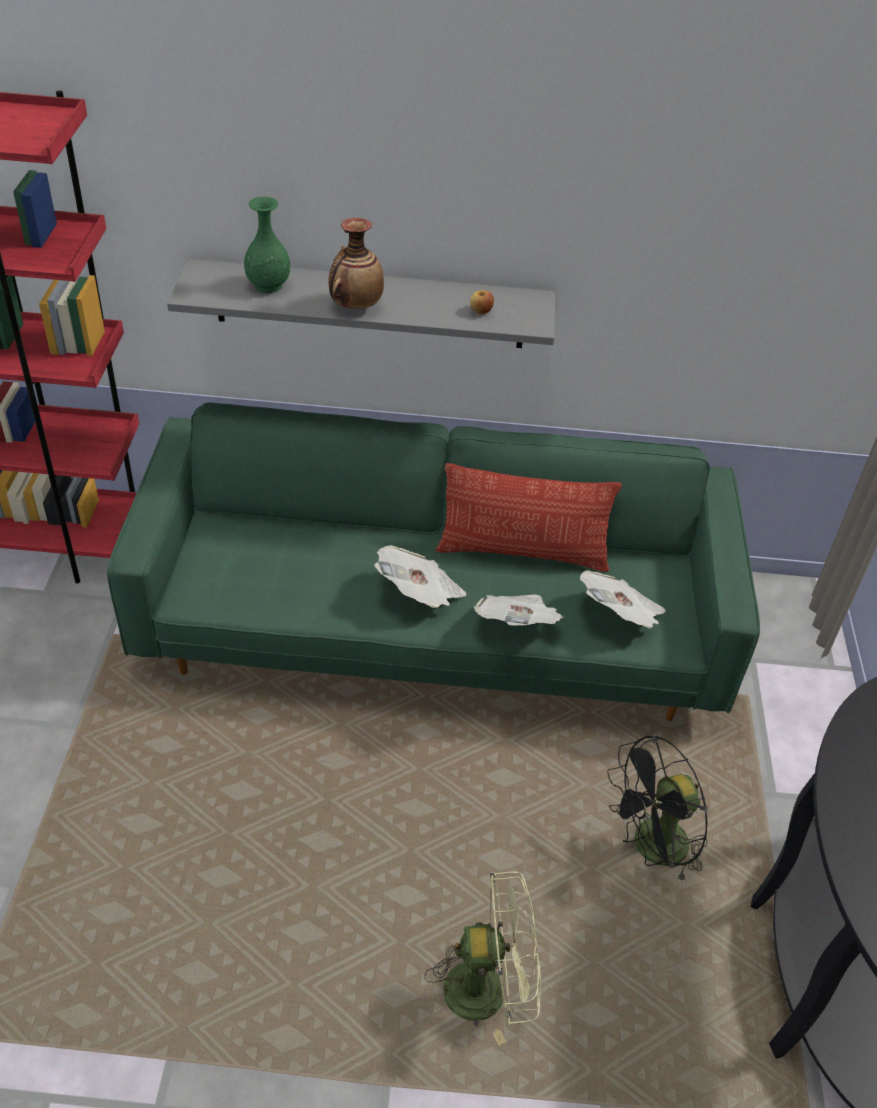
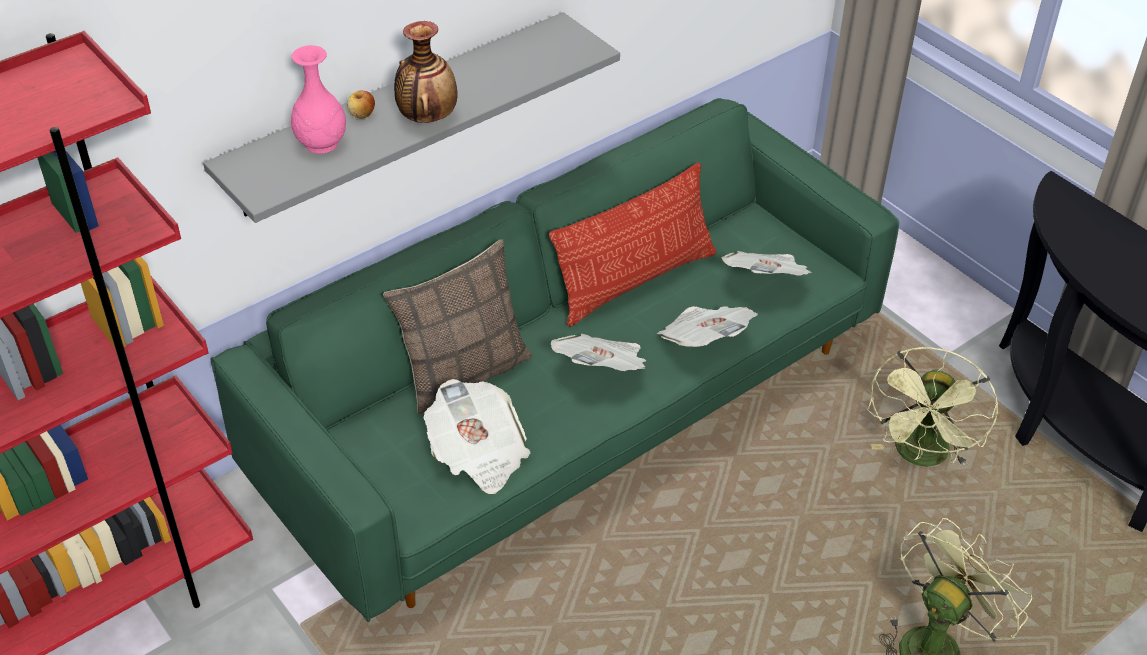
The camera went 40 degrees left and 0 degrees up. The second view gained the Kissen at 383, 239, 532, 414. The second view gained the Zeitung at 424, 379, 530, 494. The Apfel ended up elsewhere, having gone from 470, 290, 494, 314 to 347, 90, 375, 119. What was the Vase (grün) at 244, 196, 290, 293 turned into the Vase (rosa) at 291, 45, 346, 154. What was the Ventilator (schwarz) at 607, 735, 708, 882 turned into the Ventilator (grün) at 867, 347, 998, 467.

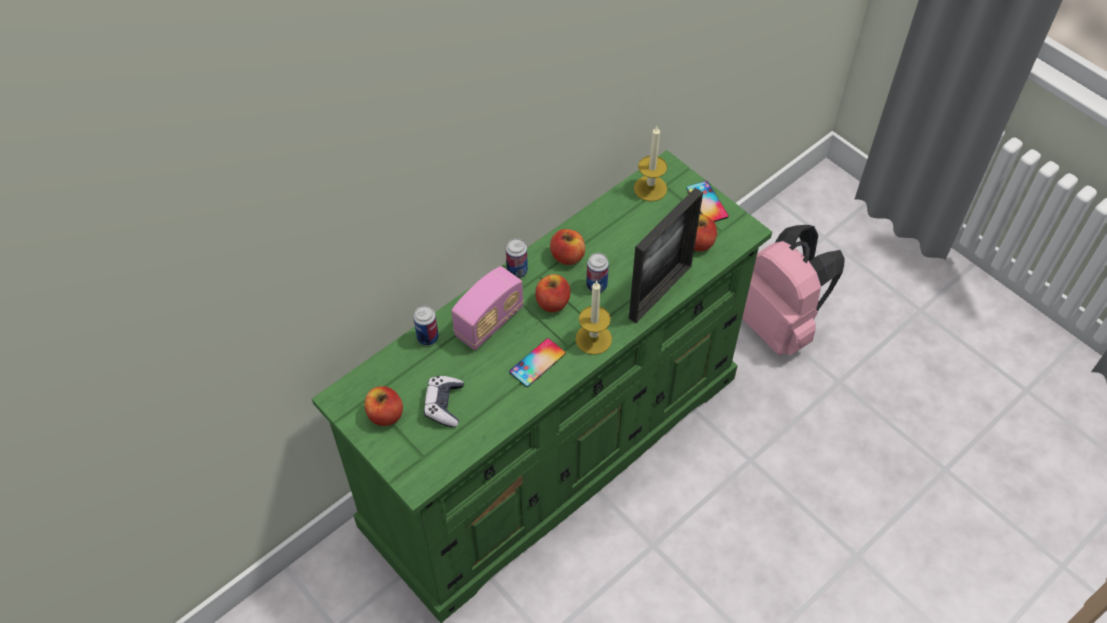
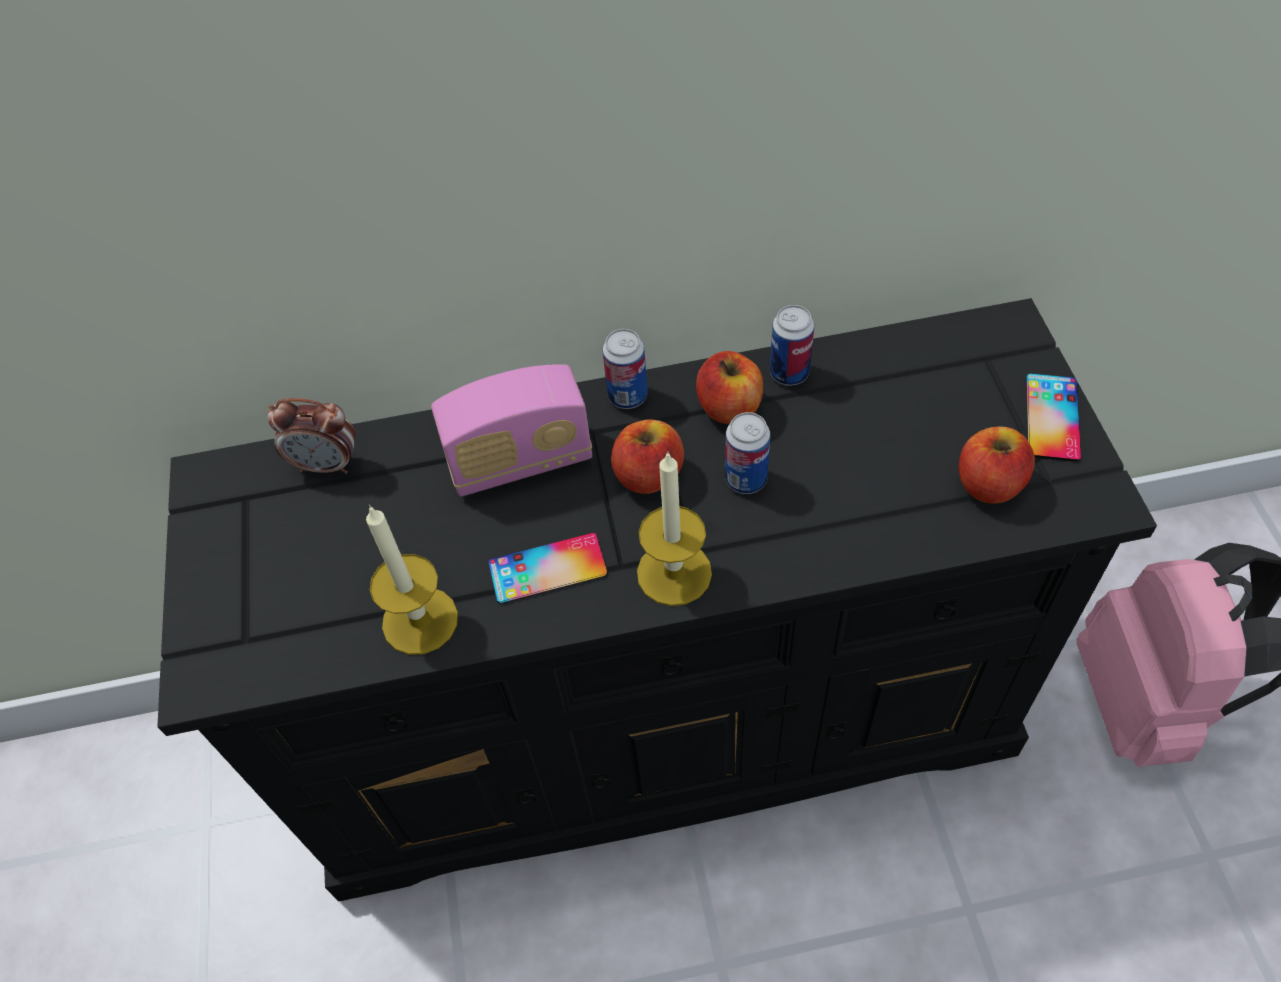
The camera went 35 degrees right and 0 degrees up. The second view lost the Apfel at 364, 386, 403, 426. The second view lost the Gamepad at 424, 376, 464, 427. The second view lost the Bilderrahmen at 629, 188, 703, 323. The second view gained the Wecker at 268, 398, 355, 474. The Dose ended up elsewhere, having gone from 413, 305, 439, 346 to 770, 305, 814, 386. The Kerze ended up elsewhere, having gone from 634, 126, 667, 202 to 366, 505, 458, 655. What was the Kommode (grün) at 312, 150, 772, 623 turned into the Kommode (schwarz) at 157, 298, 1157, 901.

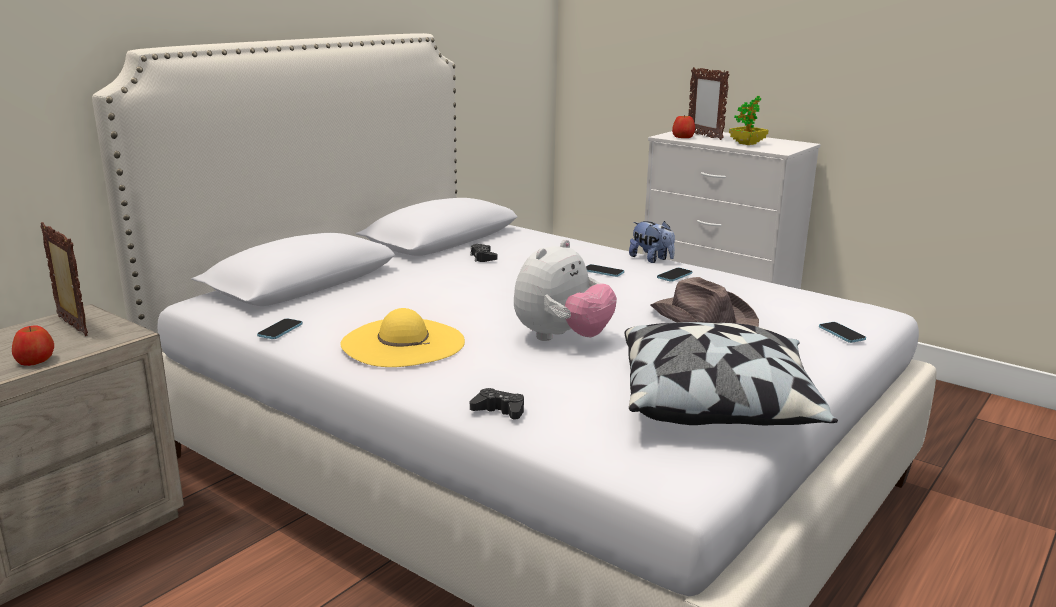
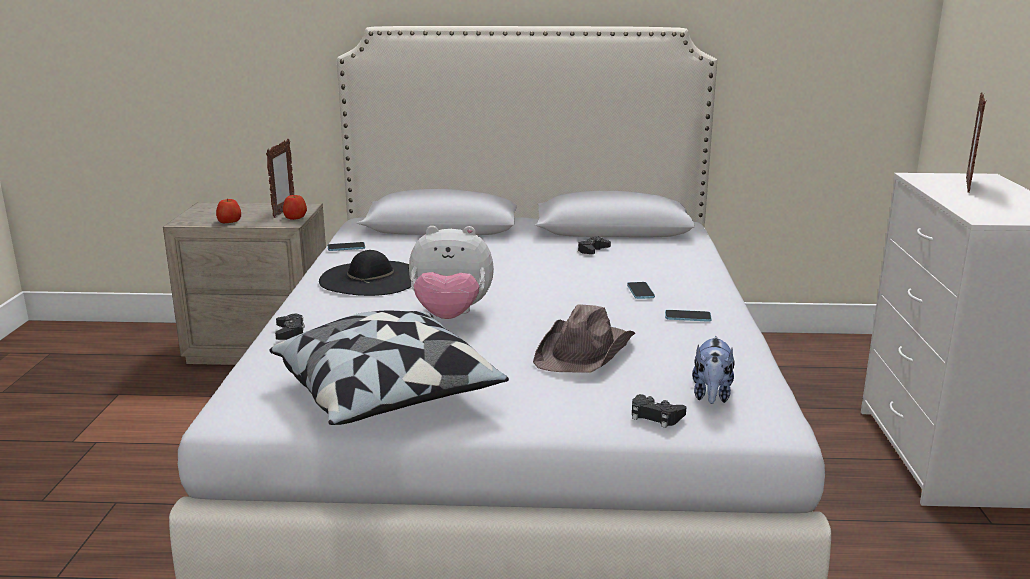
The camera went 55 degrees right and 0 degrees up. The second view lost the Topfpflanze at 729, 96, 768, 145. The Plüschtier ended up elsewhere, having gone from 629, 221, 675, 263 to 692, 336, 734, 404. The Apfel ended up elsewhere, having gone from 672, 115, 695, 138 to 283, 195, 307, 220. Where the Handy stood at 819, 322, 866, 343, the Gamepad (schwarz) came to stand at 632, 394, 686, 428. What was the Hut (gelb) at 340, 308, 465, 367 turned into the Hut (schwarz) at 319, 250, 411, 296.

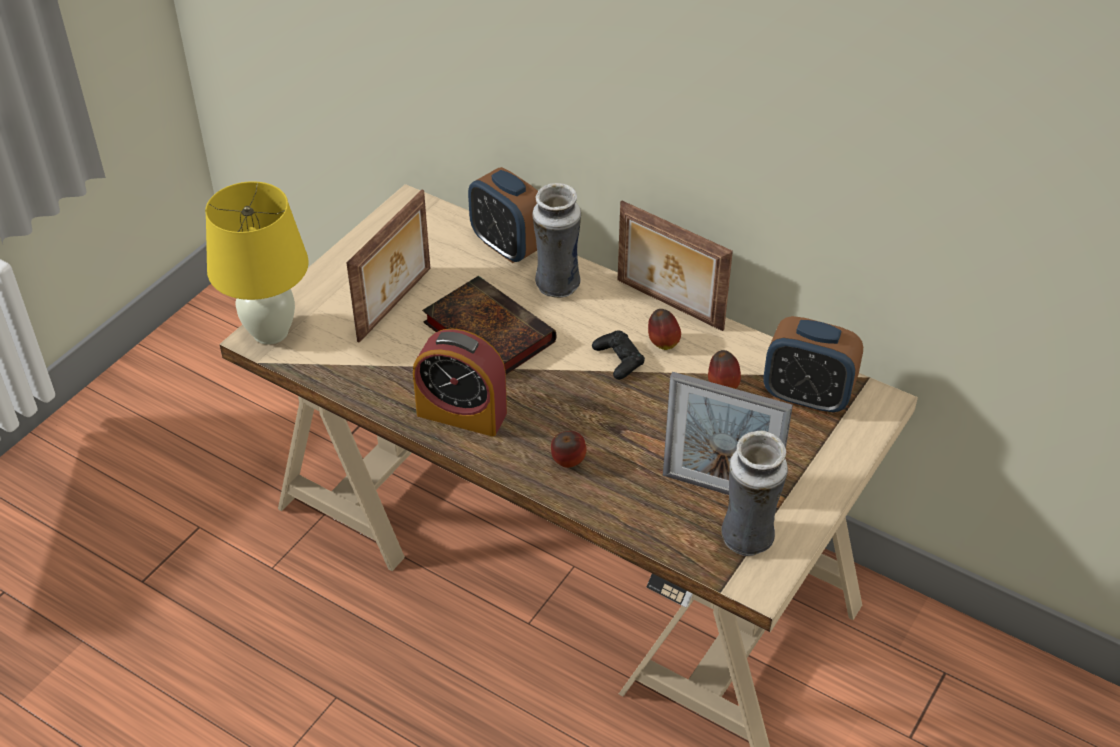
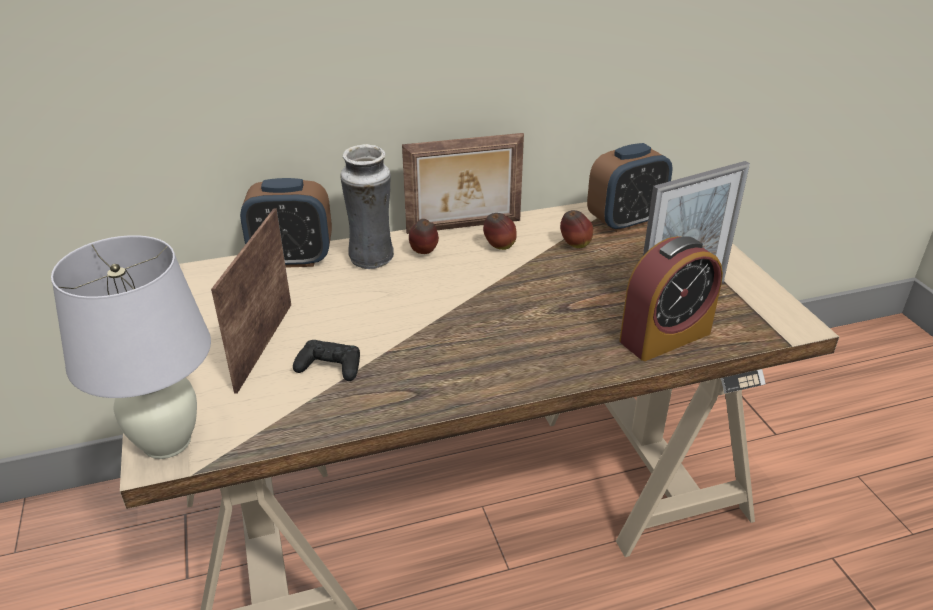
The camera went 50 degrees left and 10 degrees down. The second view lost the Buch at 422, 276, 556, 374. The second view lost the Vase at 721, 431, 788, 556. The Wecker ended up elsewhere, having gone from 413, 328, 507, 436 to 620, 236, 723, 361. The Apfel ended up elsewhere, having gone from 551, 431, 587, 468 to 409, 219, 439, 254. The Gamepad (schwarz) ended up elsewhere, having gone from 592, 330, 645, 380 to 293, 340, 360, 381. What was the Tischlampe (gelb) at 205, 181, 309, 345 turned into the Tischlampe (weiß) at 51, 235, 211, 459. The Bilderrahmen at 346, 190, 430, 343 ended up facing another way, 150 degrees counterclockwise from before.

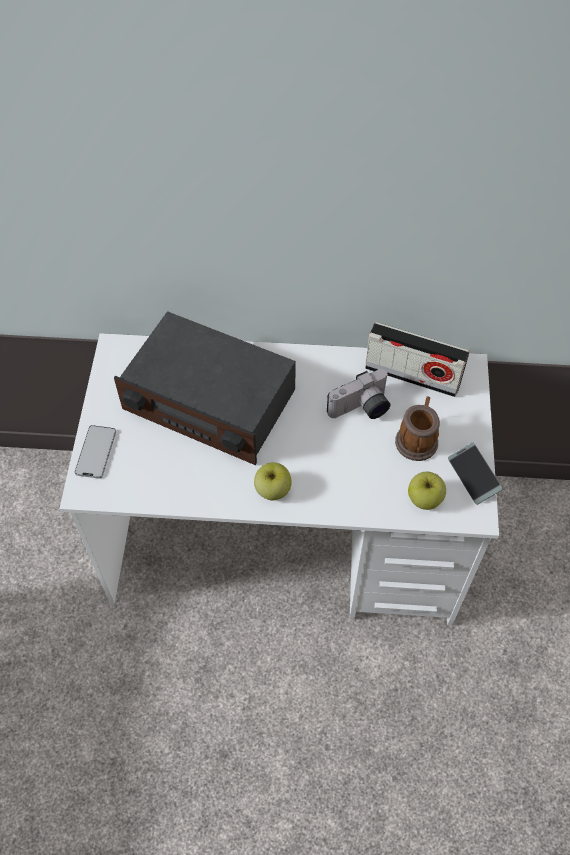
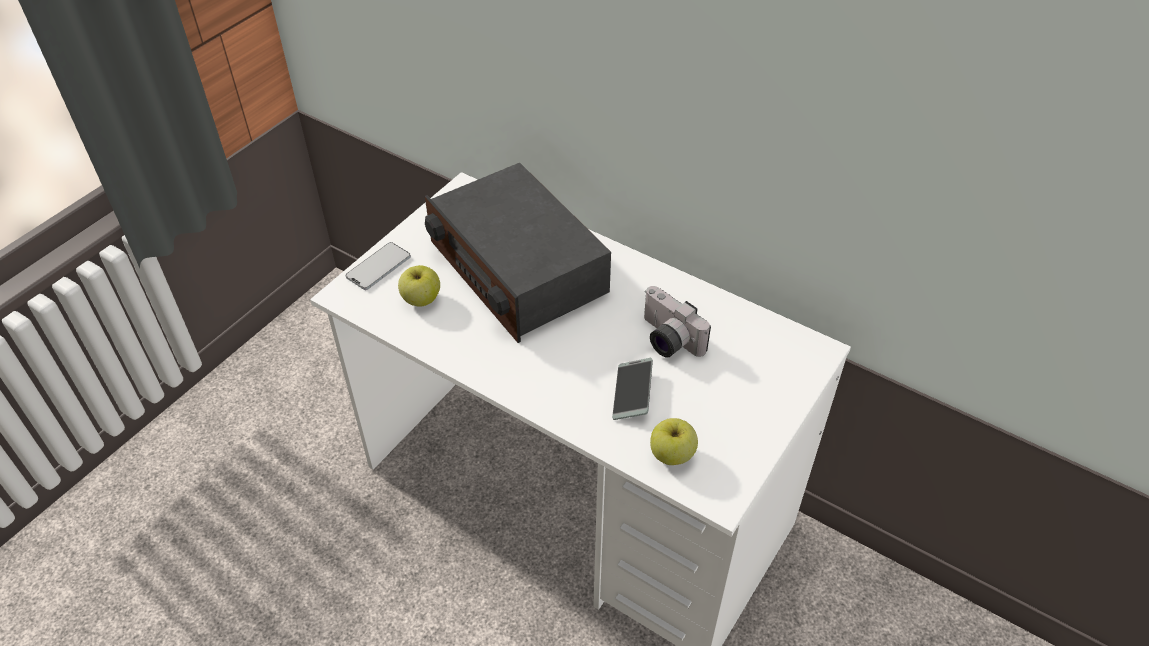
The camera went 30 degrees right and 10 degrees down. The second view lost the Radio at 365, 322, 470, 397. The second view lost the Henkelbecher at 395, 396, 440, 461. The Apfel ended up elsewhere, having gone from 254, 463, 292, 501 to 398, 265, 440, 307. The Handy ended up elsewhere, having gone from 448, 443, 503, 505 to 612, 358, 653, 420. The Kamera at 327, 369, 390, 419 ended up facing another way, 45 degrees clockwise from before.

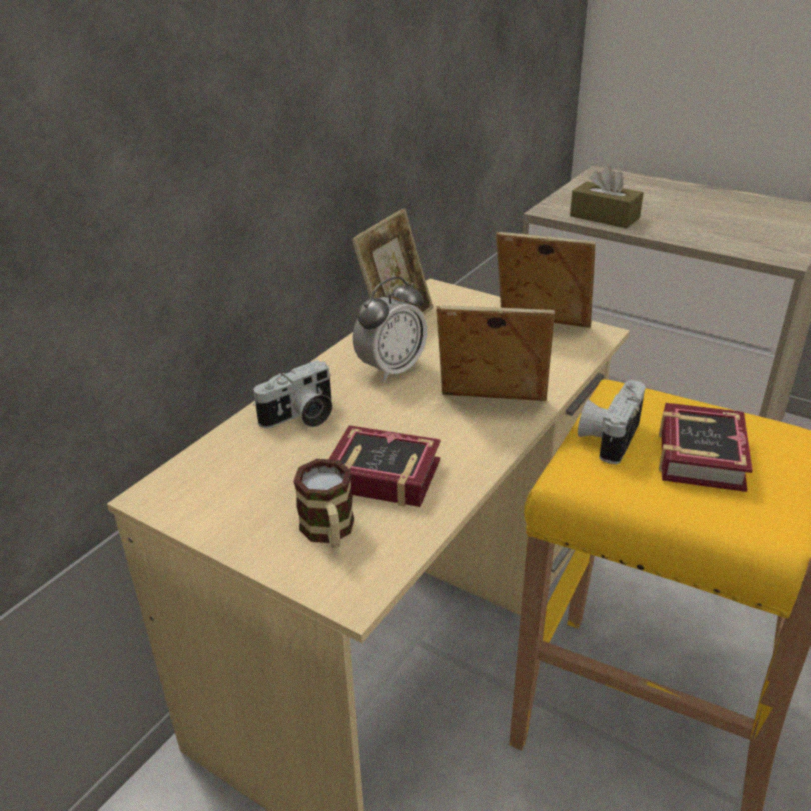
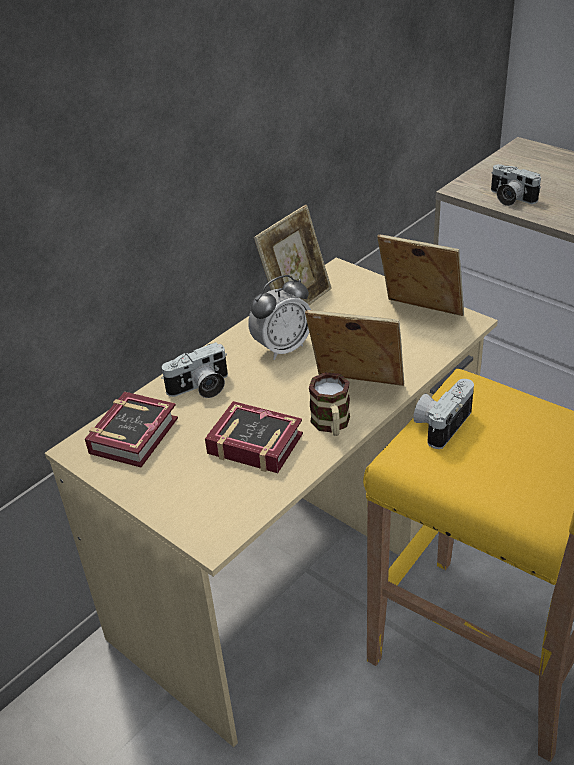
The camera went 10 degrees right and 5 degrees up. The Henkelbecher ended up elsewhere, having gone from 293, 459, 354, 548 to 309, 372, 350, 436. The Buch ended up elsewhere, having gone from 659, 403, 753, 492 to 85, 392, 178, 467. Where the Taschentuchbox (braun) stood at 570, 166, 644, 228, the Kamera came to stand at 491, 164, 541, 206.

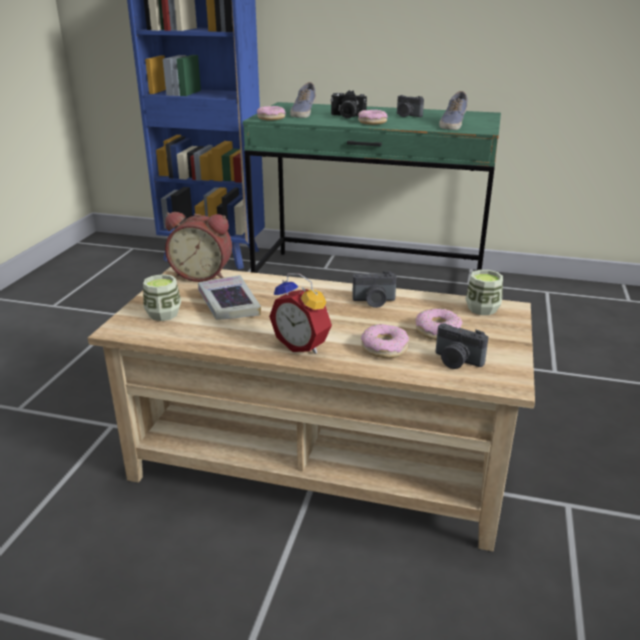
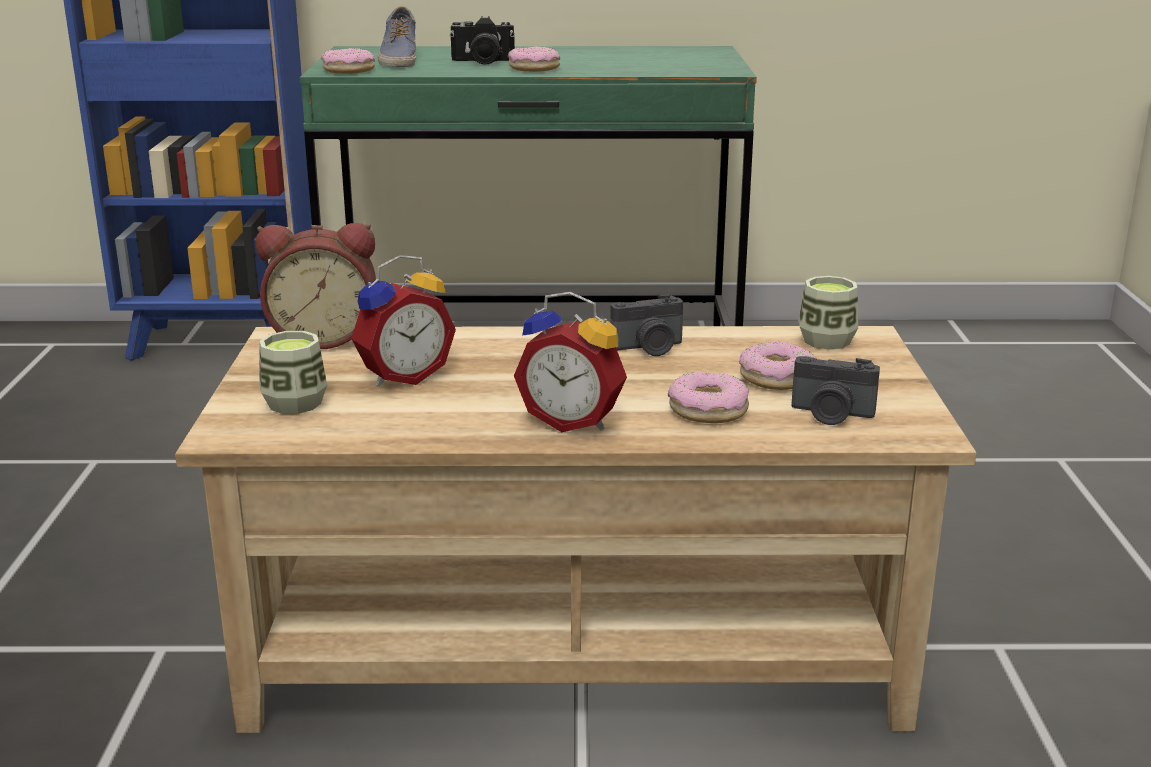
The camera went 15 degrees left and 5 degrees down. The second view lost the Kamera at 397, 95, 424, 117. The second view lost the Schuh at 439, 91, 468, 130. Where the Buch stood at 198, 275, 261, 320, the Wecker came to stand at 351, 255, 456, 387.

